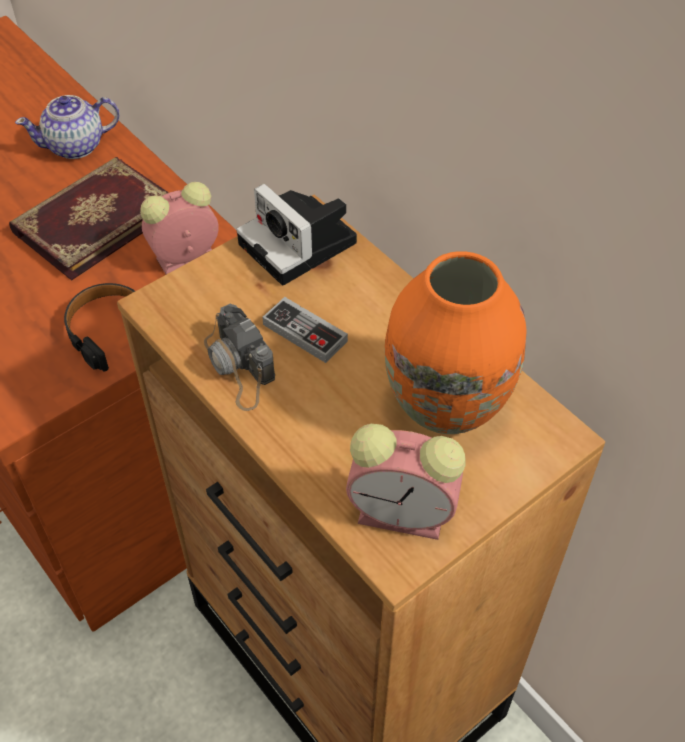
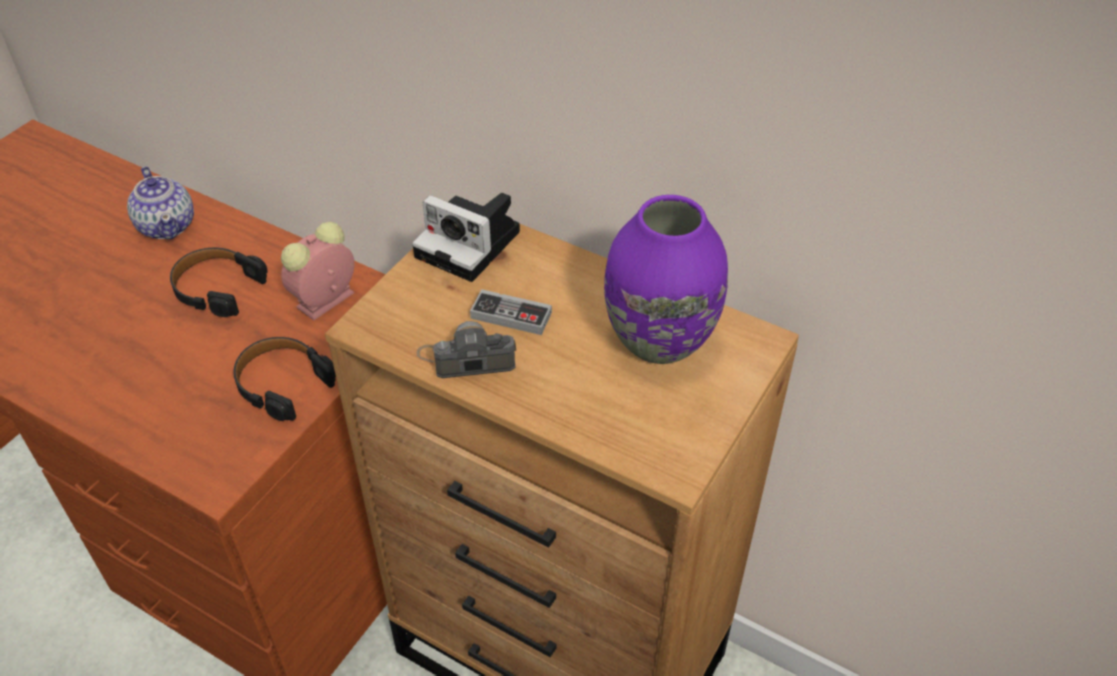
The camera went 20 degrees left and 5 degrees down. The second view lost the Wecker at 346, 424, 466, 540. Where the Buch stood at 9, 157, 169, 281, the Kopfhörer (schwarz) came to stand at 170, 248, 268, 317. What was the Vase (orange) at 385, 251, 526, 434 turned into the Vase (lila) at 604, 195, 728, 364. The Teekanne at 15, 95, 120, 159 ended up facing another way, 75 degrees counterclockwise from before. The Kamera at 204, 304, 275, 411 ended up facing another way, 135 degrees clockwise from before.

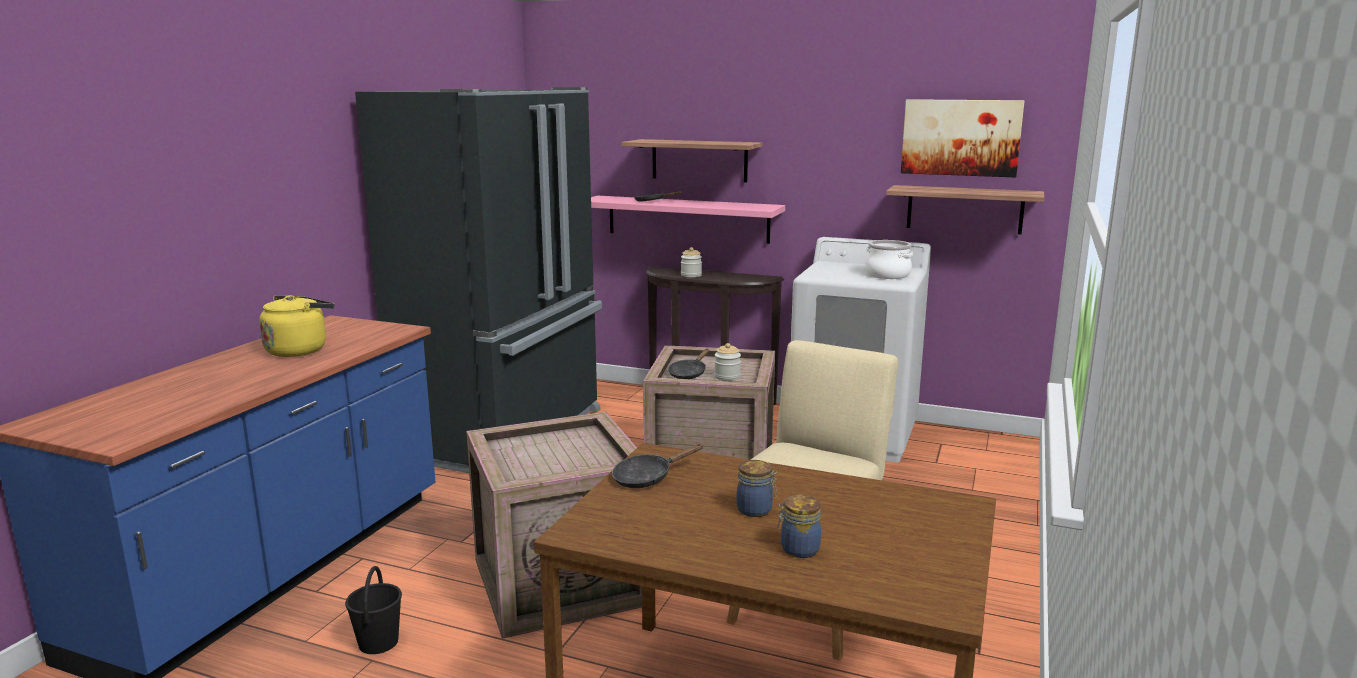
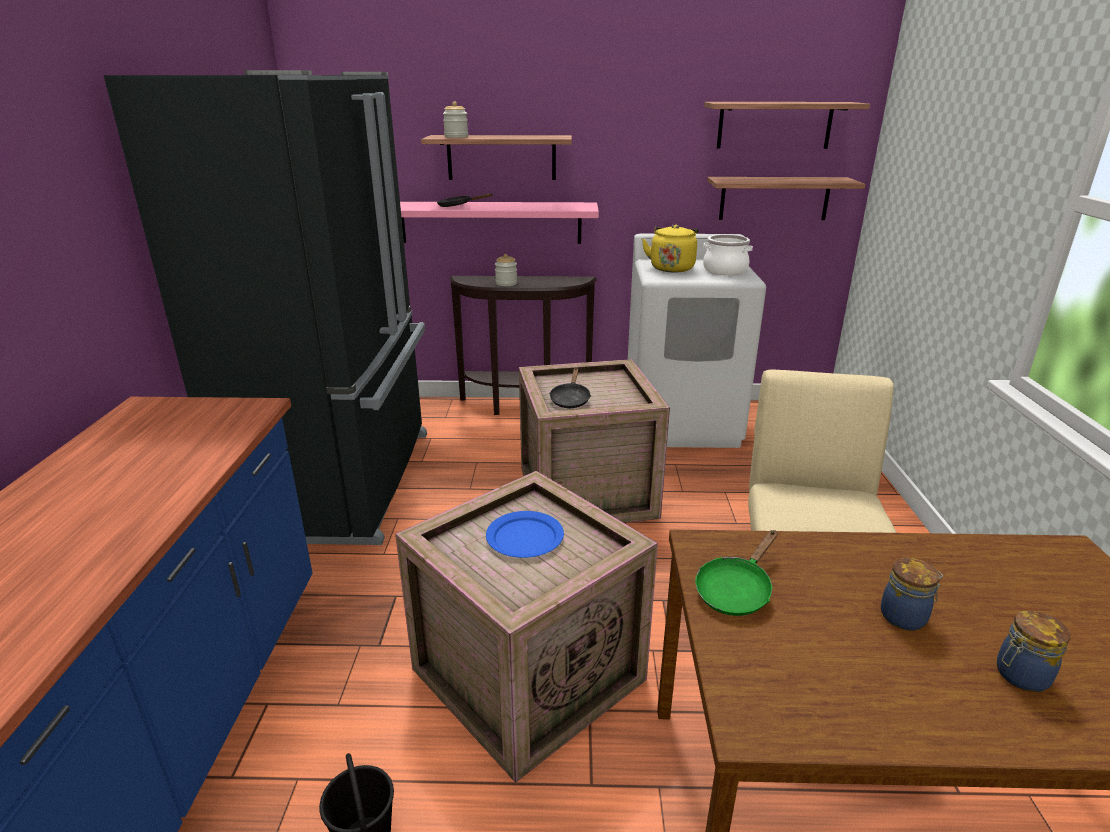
The camera went 20 degrees left and 10 degrees up. The second view gained the Teller (blau) at 486, 511, 564, 558. The Wasserkessel (gelb) ended up elsewhere, having gone from 259, 295, 335, 357 to 642, 224, 699, 272. The Vorratsglas ended up elsewhere, having gone from 714, 343, 741, 381 to 443, 101, 468, 138. Where the Bild hung at 901, 99, 1025, 177, the Wandregal came to hang at 704, 102, 870, 149. What was the Pfanne (schwarz) at 612, 444, 703, 488 turned into the Pfanne (grün) at 695, 530, 777, 616.

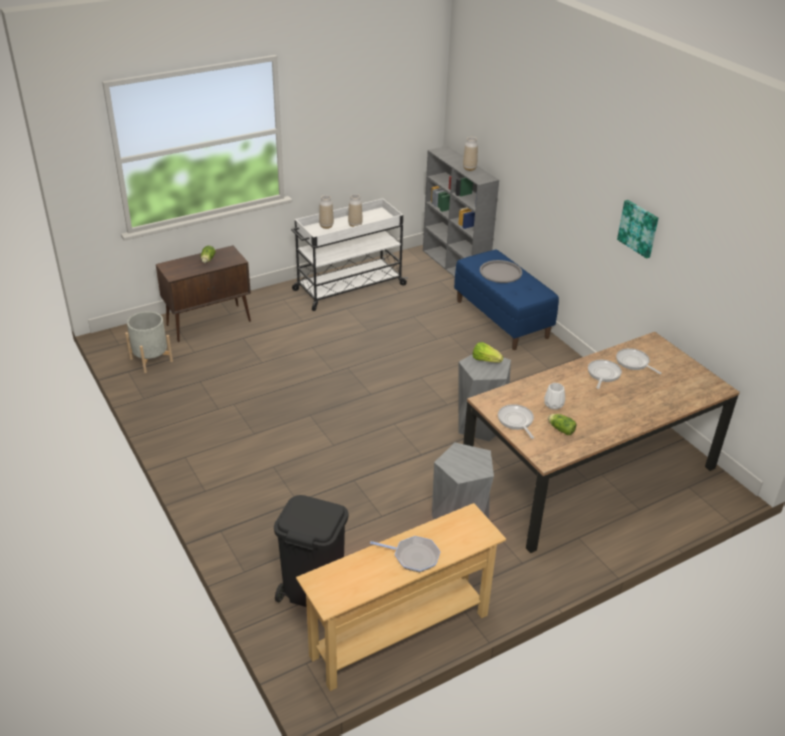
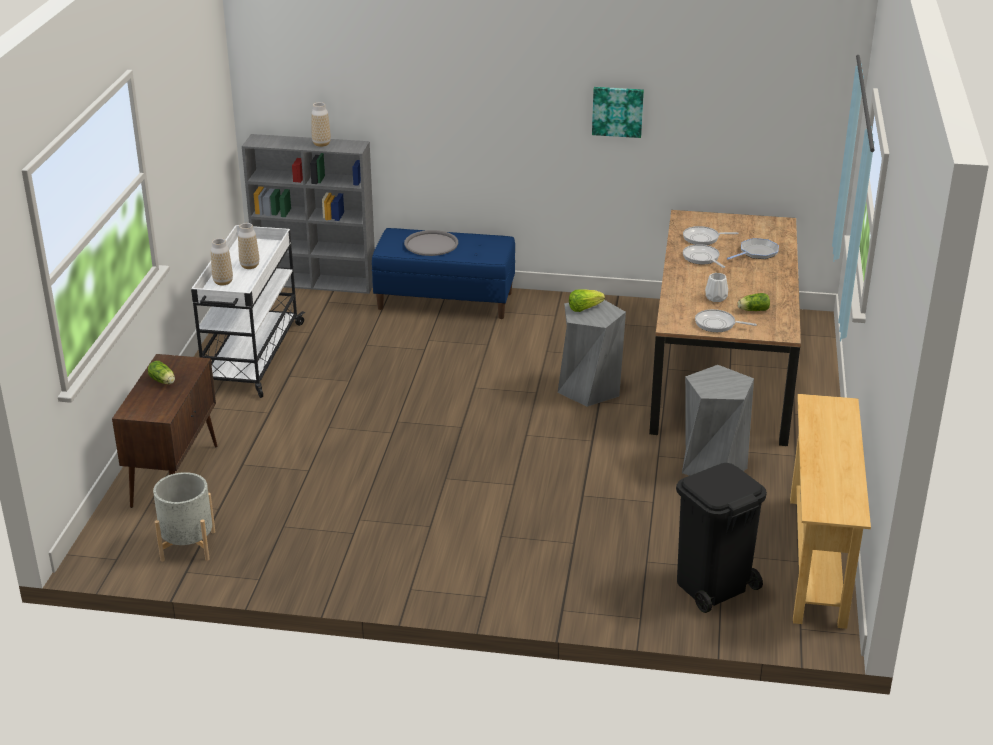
The camera went 50 degrees left and 5 degrees down. The Pfanne ended up elsewhere, having gone from 370, 536, 441, 572 to 727, 238, 779, 260.

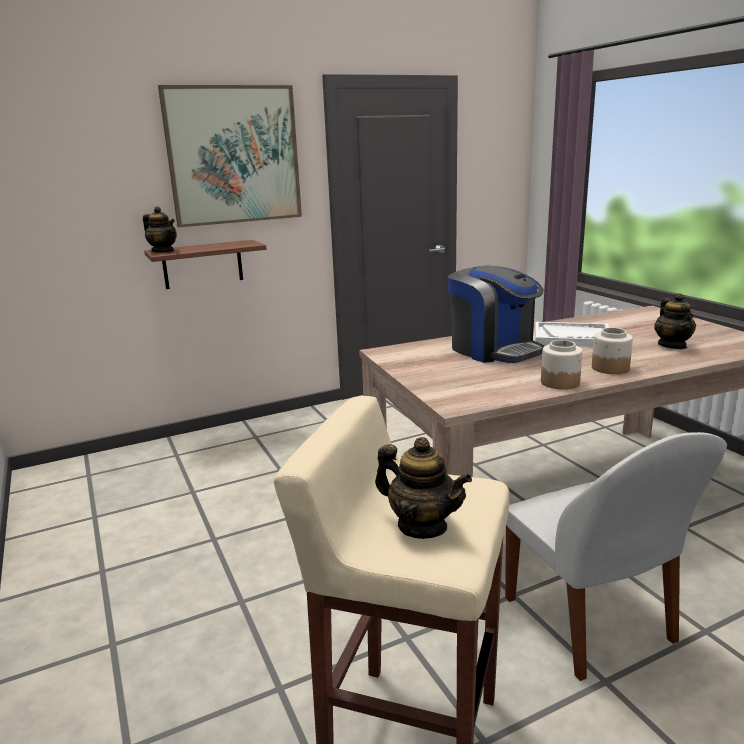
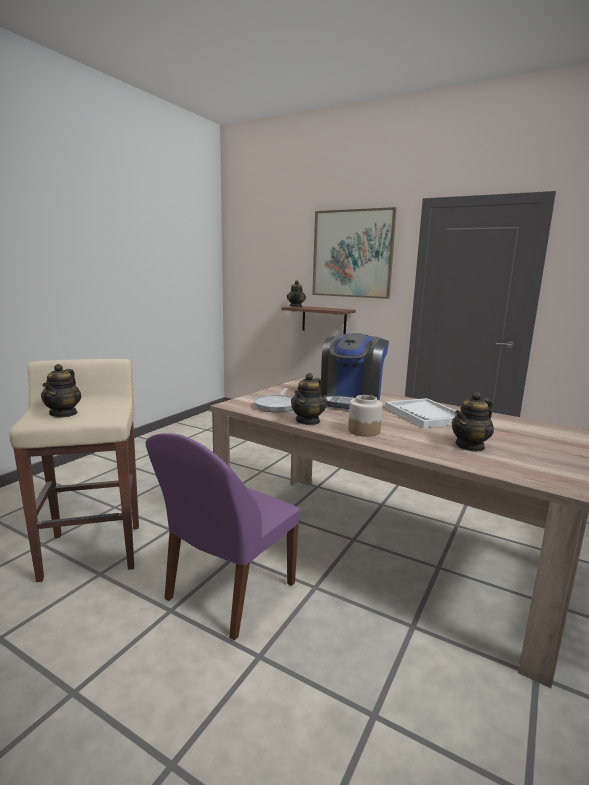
The camera went 55 degrees right and 5 degrees down. The second view gained the Pfanne at 254, 388, 293, 413. Where the Vorratsglas stood at 541, 340, 583, 390, the Teekanne came to stand at 291, 373, 326, 425. What was the Stuhl (weiß) at 505, 432, 727, 681 turned into the Stuhl (lila) at 145, 433, 300, 640.

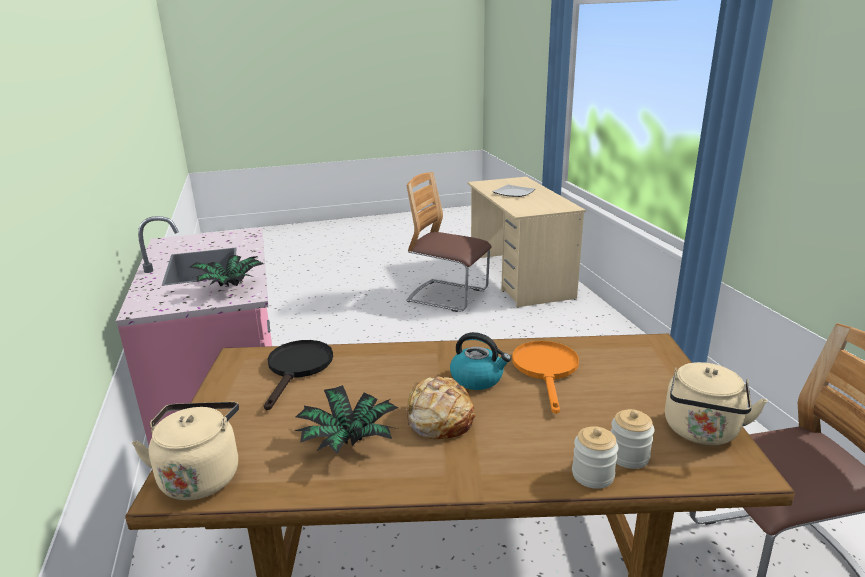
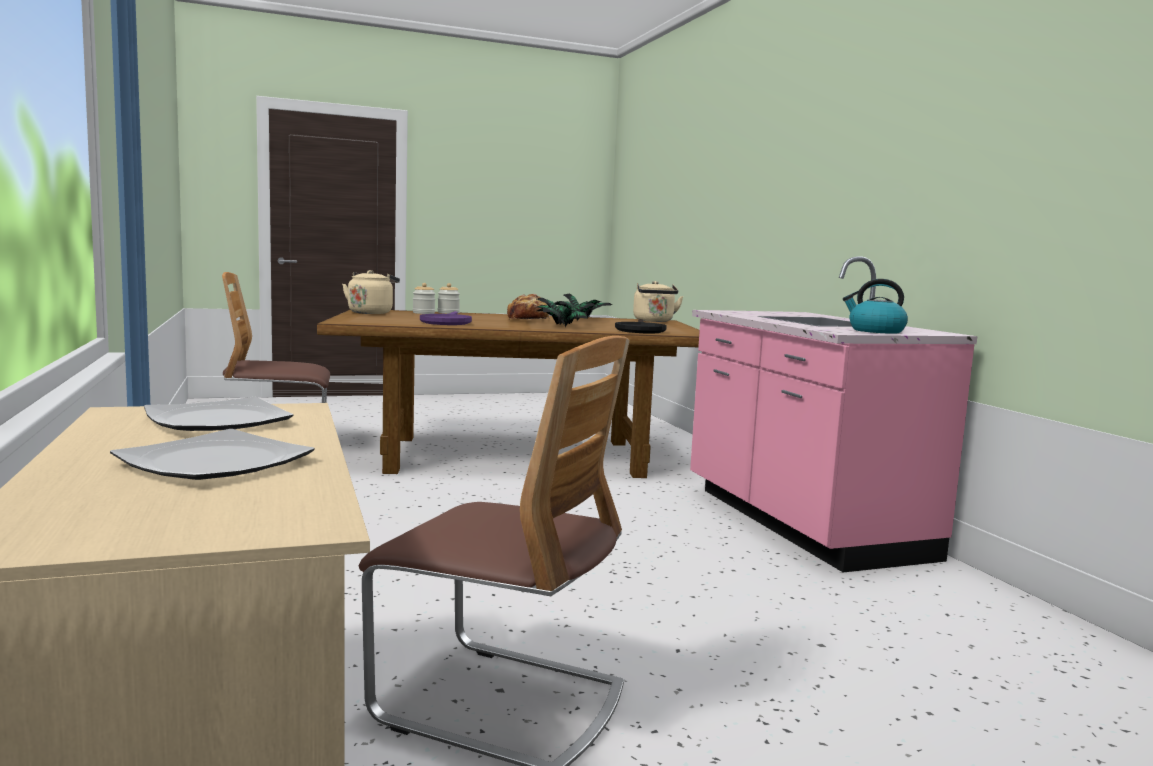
The camera went 175 degrees right and 15 degrees down. The second view gained the Teller at 144, 397, 294, 431. The Topfpflanze ended up elsewhere, having gone from 189, 255, 264, 287 to 536, 298, 595, 327. The Wasserkessel ended up elsewhere, having gone from 450, 332, 511, 390 to 843, 279, 908, 334. What was the Pfanne (orange) at 512, 341, 579, 414 turned into the Pfanne (lila) at 420, 311, 472, 325.

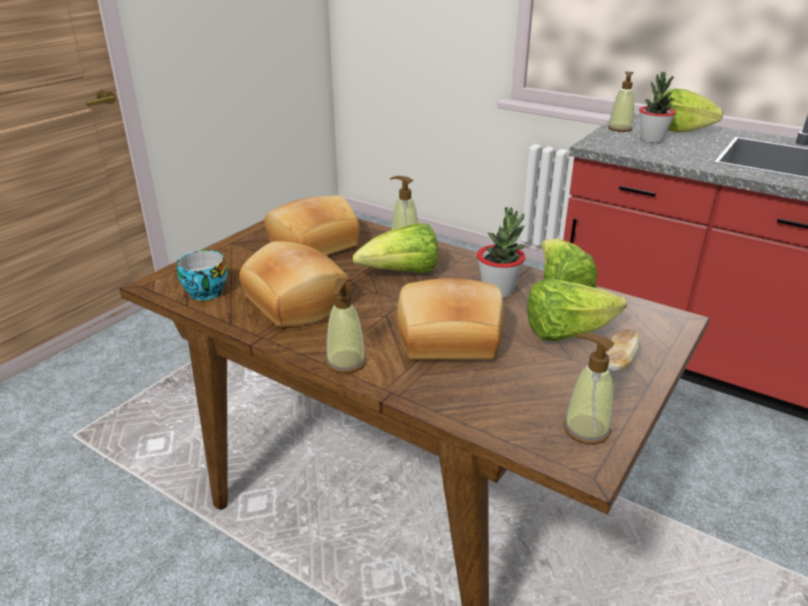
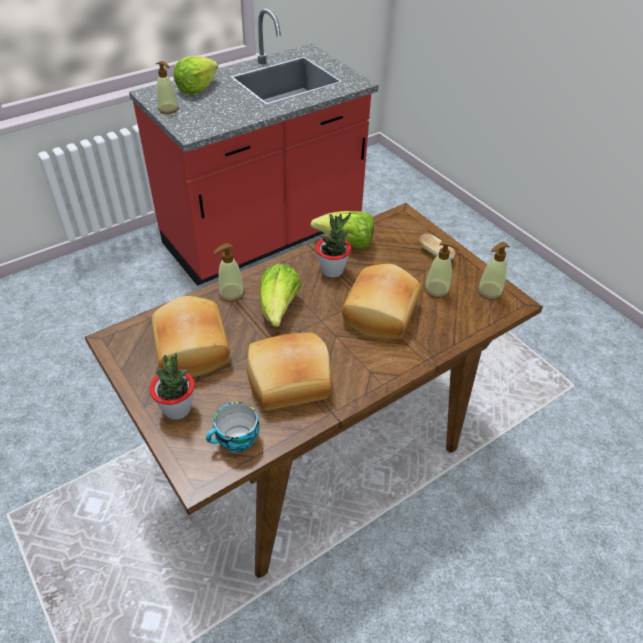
The camera went 70 degrees left and 15 degrees up. The second view lost the Salatkopf at 527, 278, 627, 341. The Seifenspender ended up elsewhere, having gone from 326, 278, 366, 373 to 424, 240, 460, 298. The Topfpflanze ended up elsewhere, having gone from 639, 72, 676, 143 to 149, 353, 194, 420.

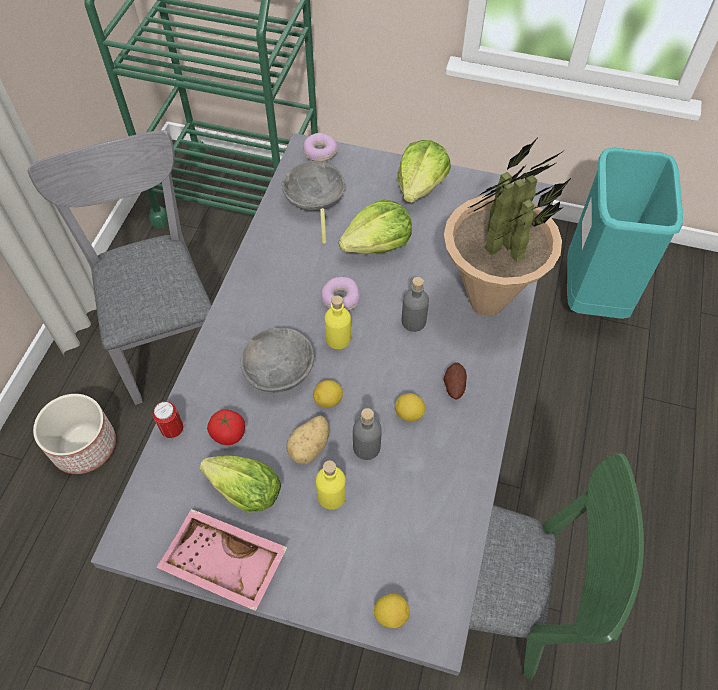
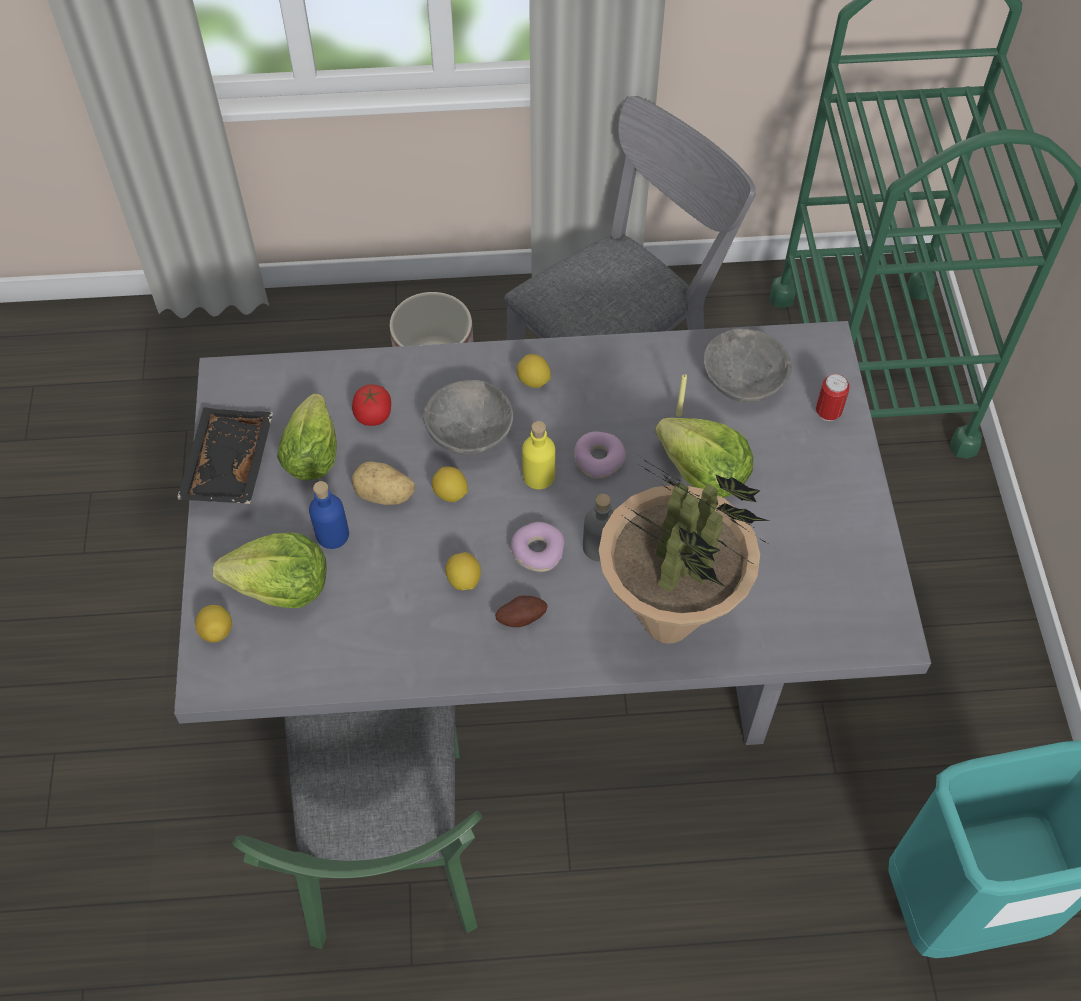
The camera went 70 degrees right and 0 degrees up. The second view lost the Flasche (grau) at 353, 408, 382, 460. The second view gained the Zitrone at 517, 354, 551, 388. The Dose ended up elsewhere, having gone from 153, 402, 183, 438 to 816, 374, 850, 421. The Donut ended up elsewhere, having gone from 303, 133, 338, 162 to 511, 522, 564, 572. The Salatkopf ended up elsewhere, having gone from 398, 140, 451, 203 to 213, 533, 326, 608. What was the Tablett (rosa) at 156, 509, 288, 611 turned into the Tablett (schwarz) at 177, 407, 273, 504. What was the Flasche (gelb) at 316, 460, 346, 510 turned into the Flasche (blau) at 309, 481, 349, 549.

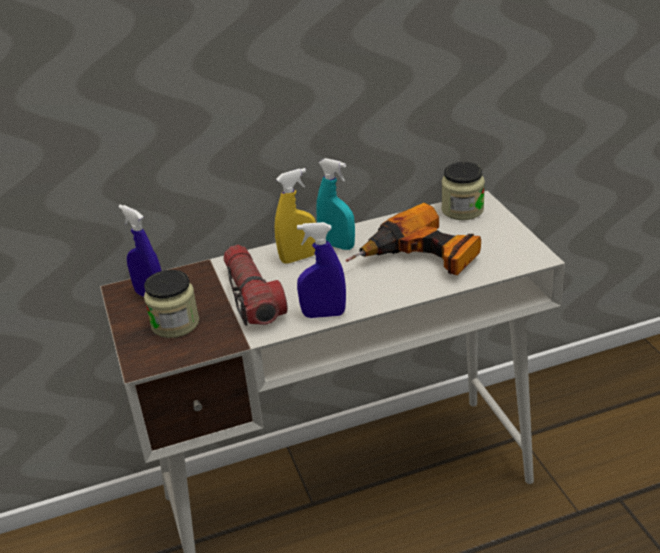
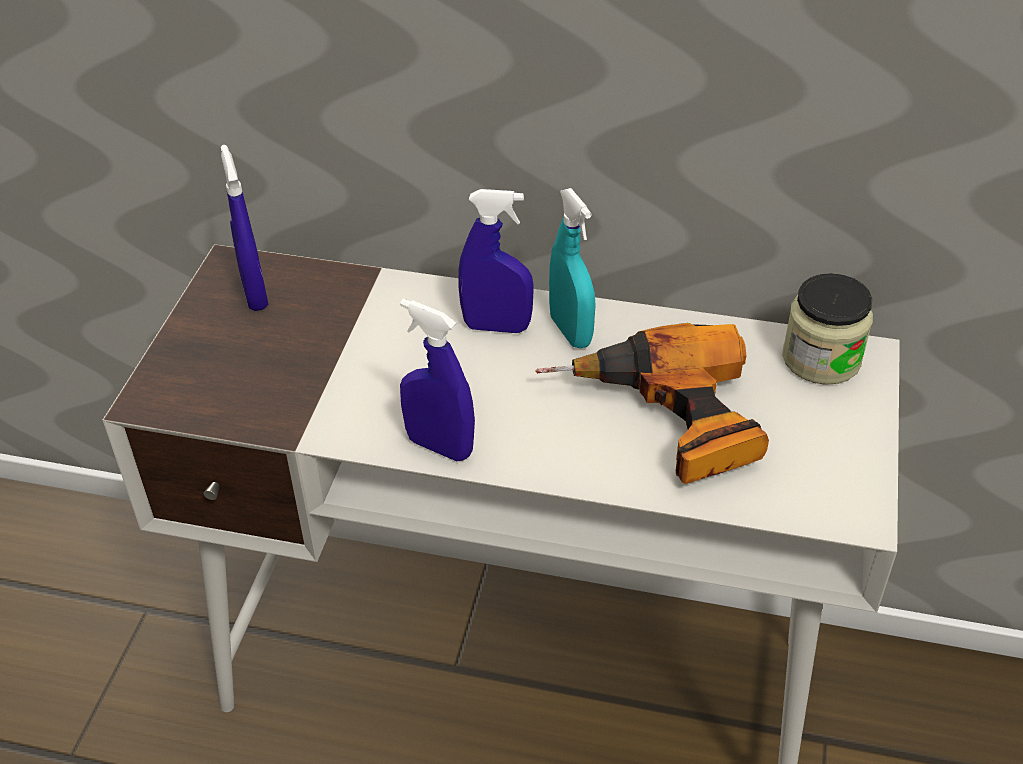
The camera went 30 degrees right and 10 degrees up. The second view lost the Vorratsglas at 144, 270, 199, 338. The second view lost the Taschenlampe at 223, 245, 288, 326. What was the Sprühflasche (gelb) at 275, 168, 316, 263 turned into the Sprühflasche (blau) at 458, 189, 534, 333.

